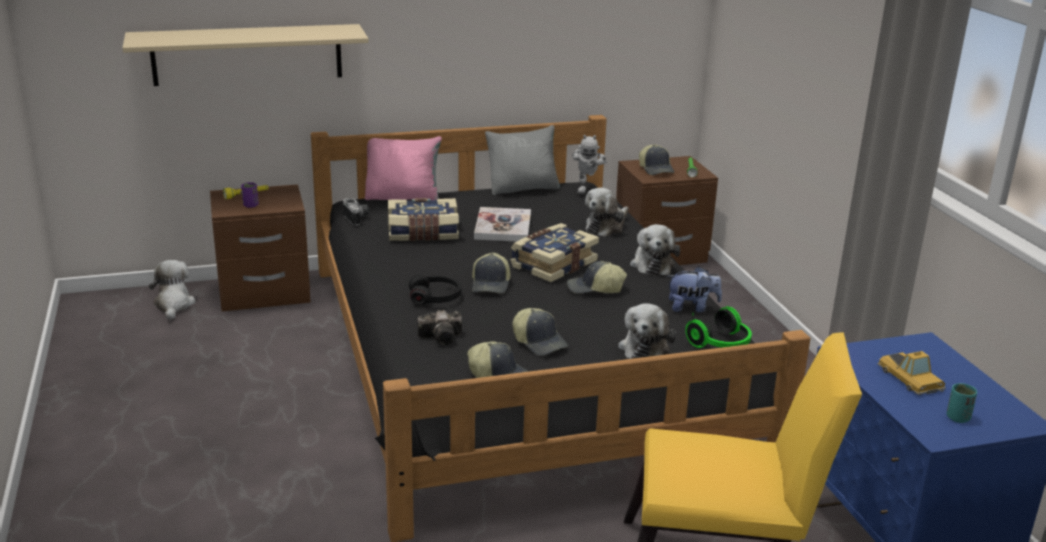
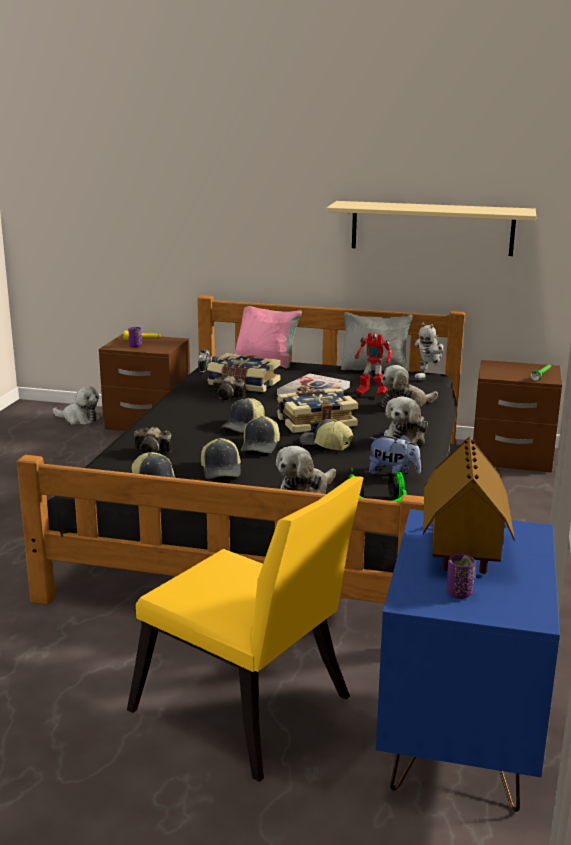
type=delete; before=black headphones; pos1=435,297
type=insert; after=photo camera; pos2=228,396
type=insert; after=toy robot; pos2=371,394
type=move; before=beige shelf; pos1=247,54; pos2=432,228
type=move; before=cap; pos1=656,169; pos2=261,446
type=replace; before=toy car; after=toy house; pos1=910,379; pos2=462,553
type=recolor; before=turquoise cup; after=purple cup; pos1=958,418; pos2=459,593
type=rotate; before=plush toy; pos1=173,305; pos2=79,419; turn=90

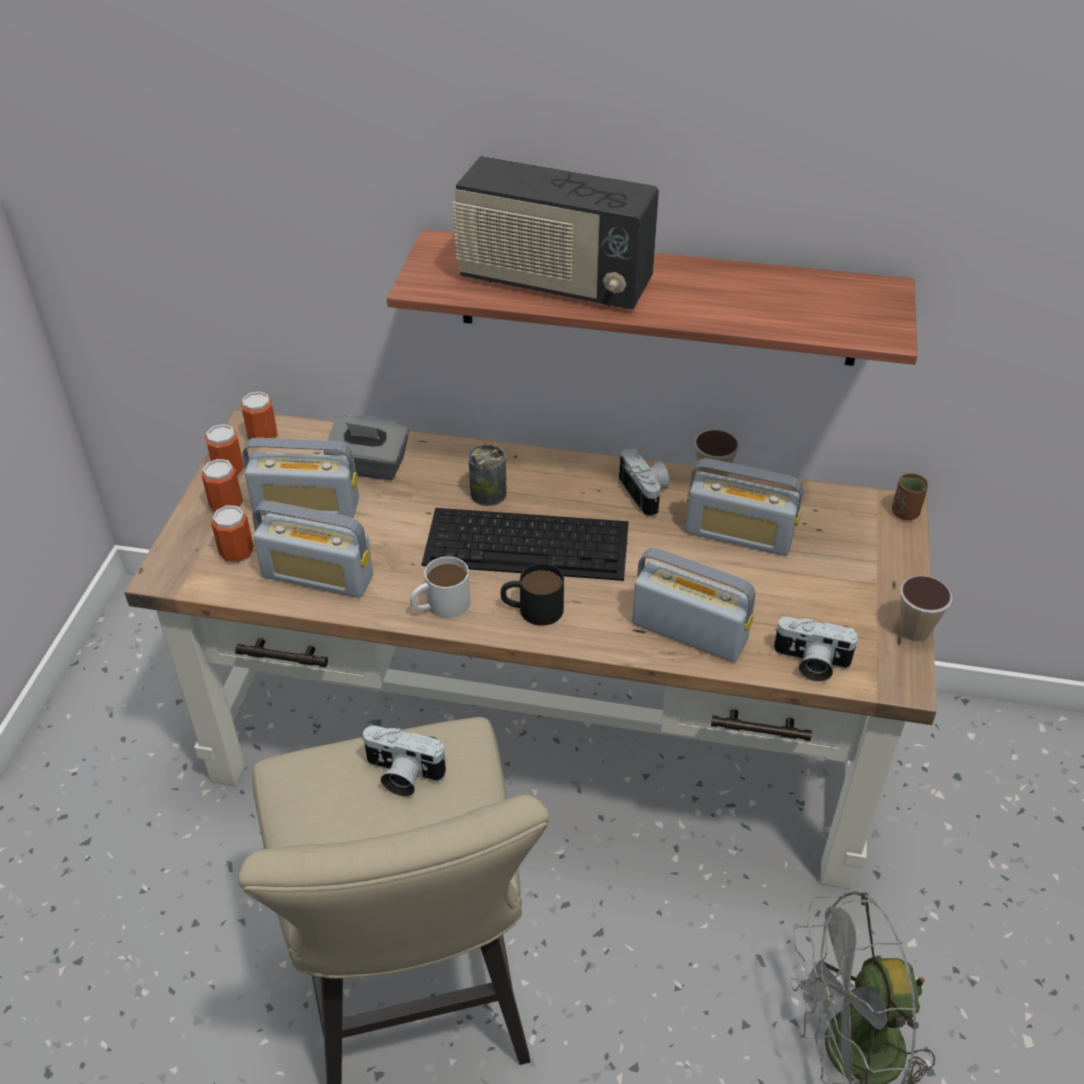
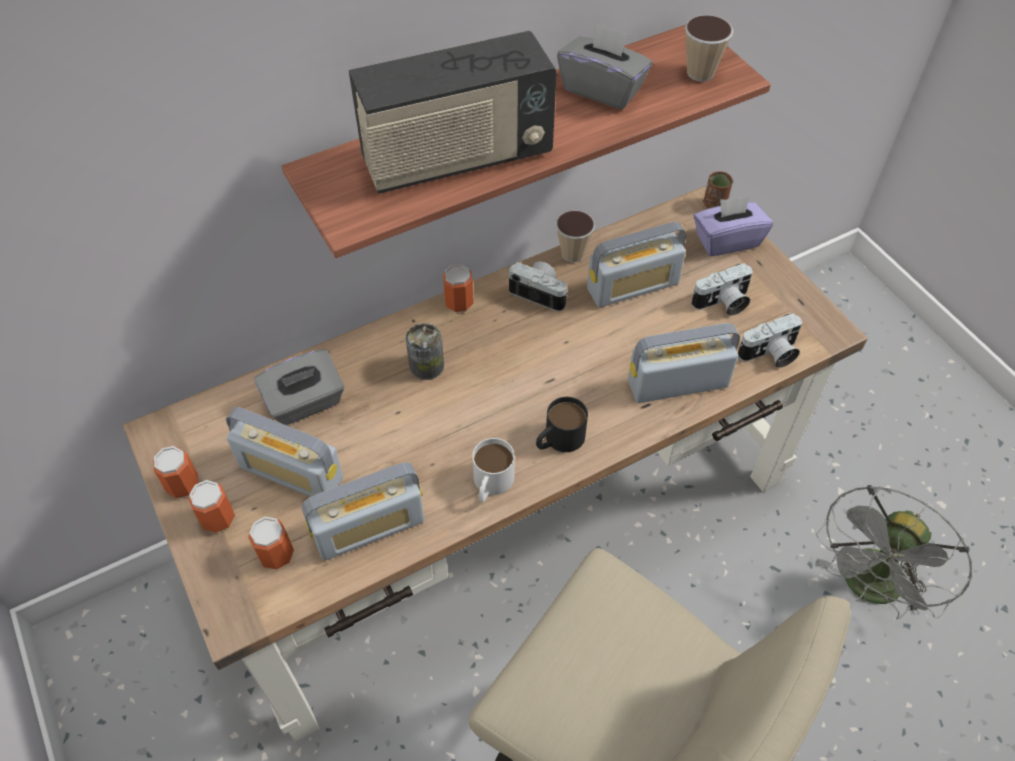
type=delete; before=keyboard; pos1=529,543
type=insert; after=grey tissue box; pos2=602,89
type=insert; after=purple tissue box; pos2=726,240
type=move; before=can; pos1=263,436; pos2=459,303
type=move; before=photo camera; pos1=402,775; pos2=722,303
type=move; before=cup; pos1=914,630; pos2=700,73
type=rotate; before=radio; pos1=307,506; pos2=291,472; turn=60

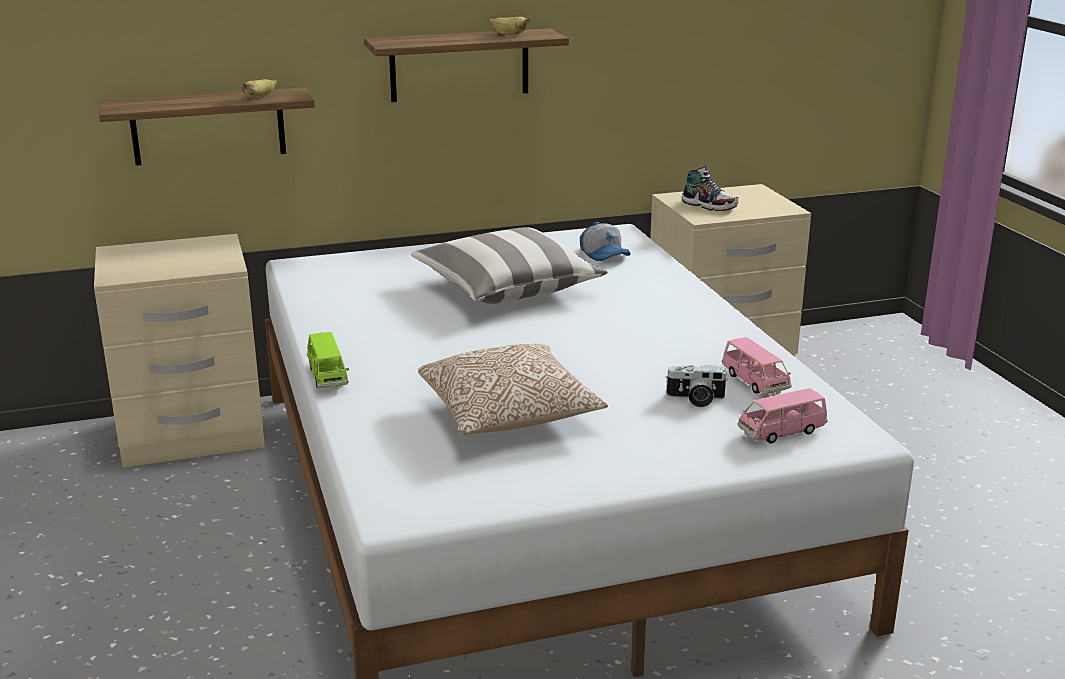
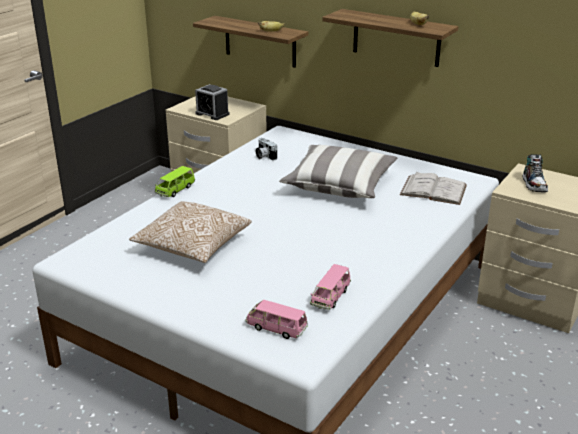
type=insert; after=alarm clock; pos2=212,114
type=move; before=photo camera; pos1=695,399; pos2=264,156
type=replace; before=cap; after=white book; pos1=605,254; pos2=433,190

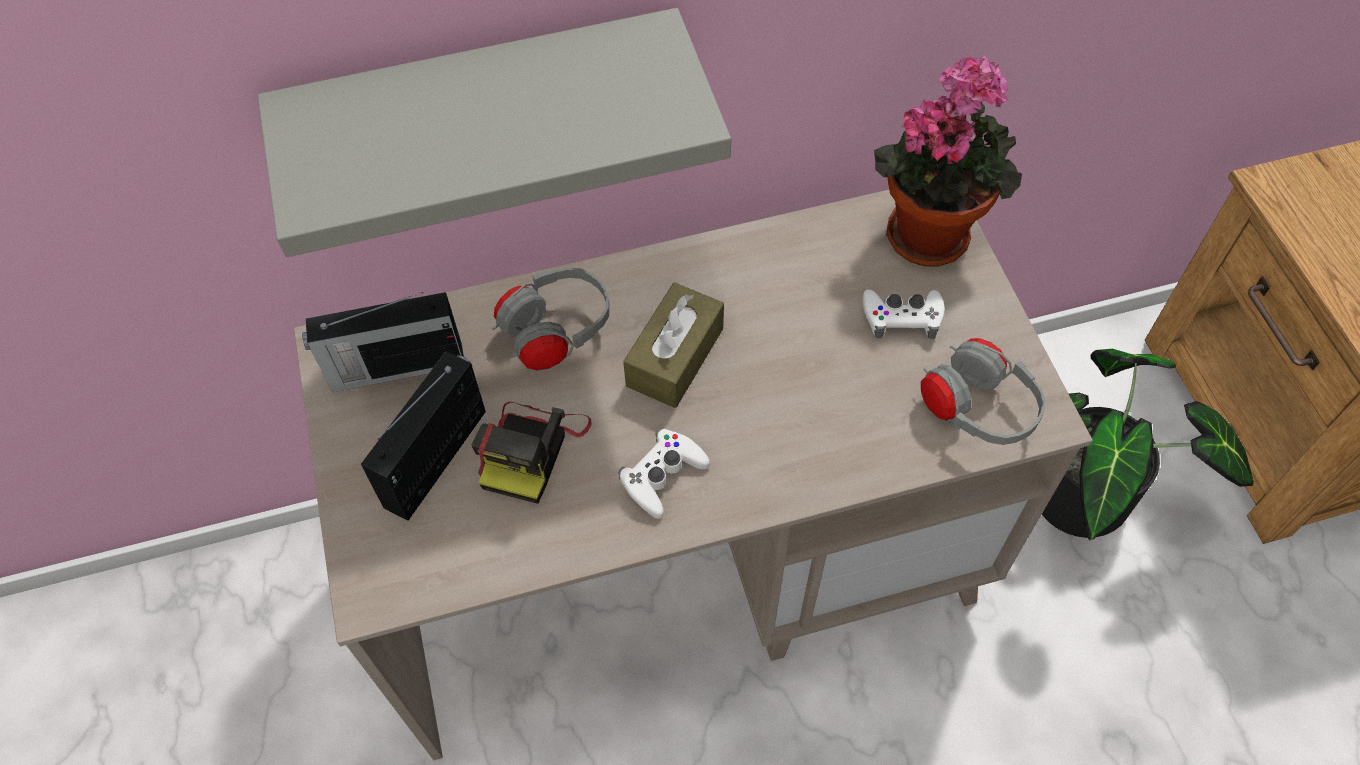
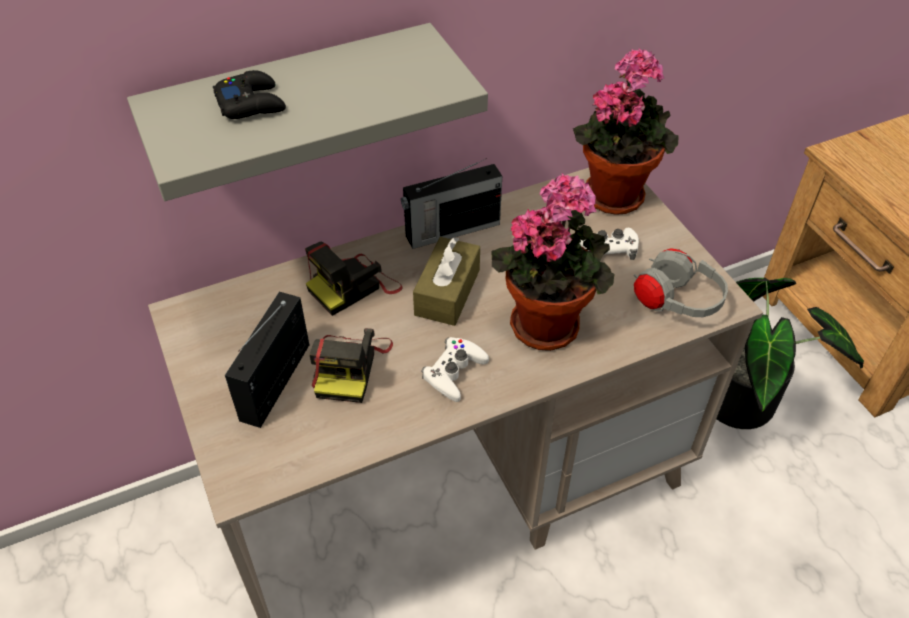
type=insert; after=black game controller; pos2=251,103
type=insert; after=potted plant; pos2=548,321
type=move; before=radio; pos1=395,367; pos2=451,230
type=replace; before=grey headphones; after=photo camera; pos1=556,333; pos2=354,286

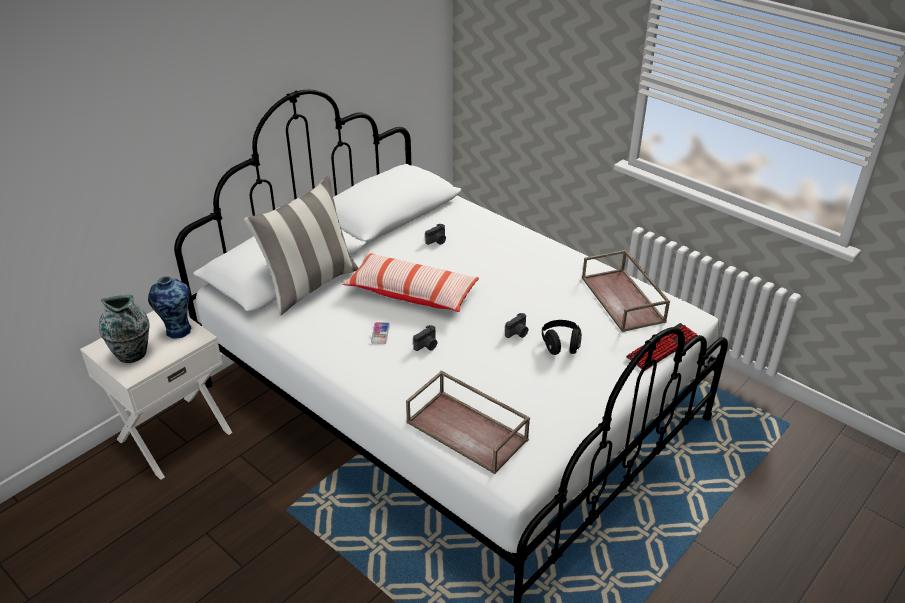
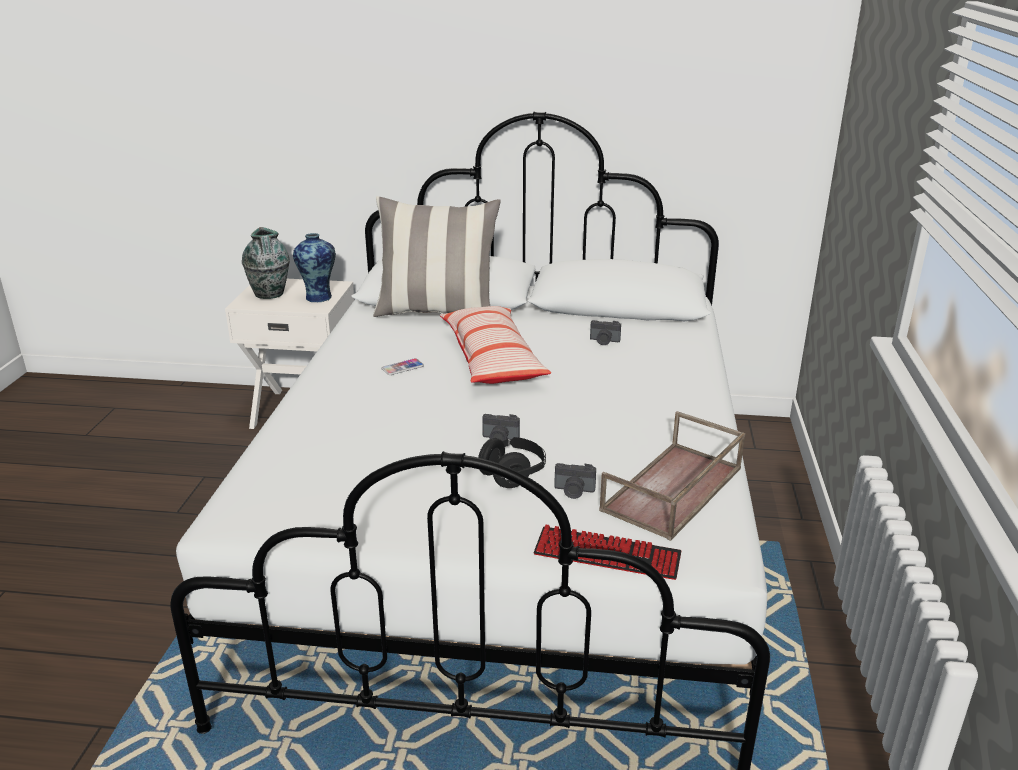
type=delete; before=brown tray; pos1=468,431
type=move; before=photo camera; pos1=427,346; pos2=574,491

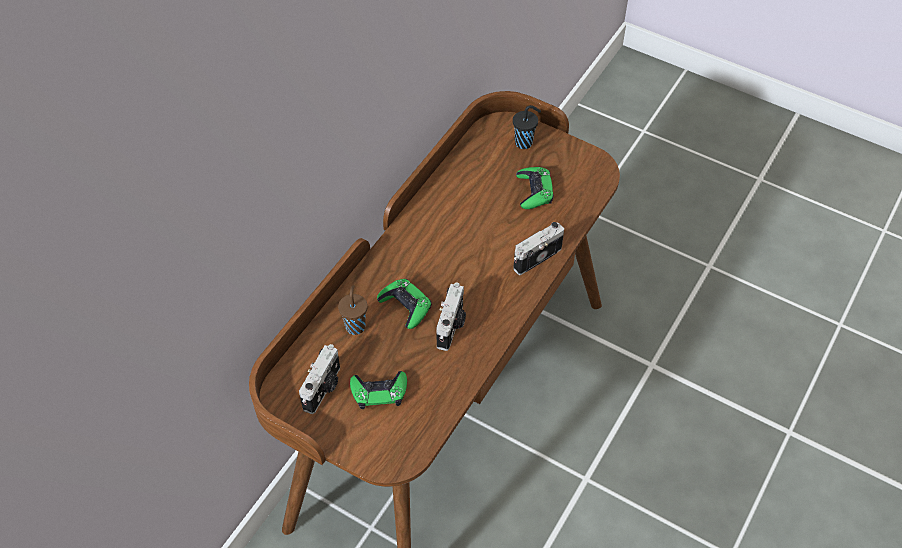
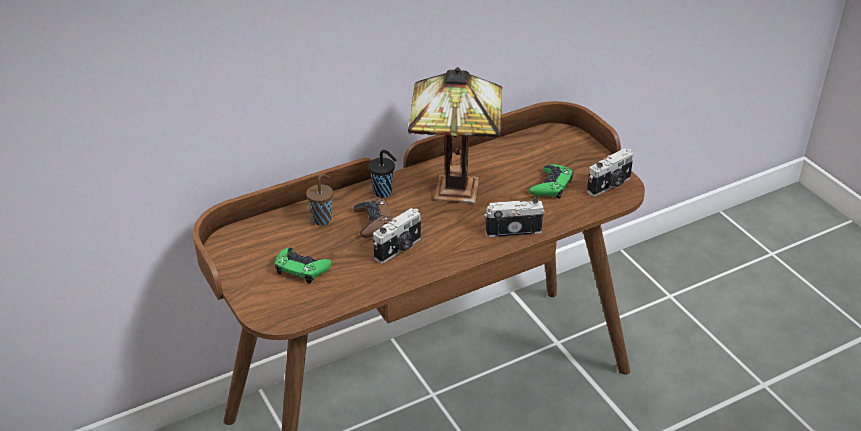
type=insert; after=table lamp; pos2=452,191
type=move; before=photo camera; pos1=323,388; pos2=610,185
type=move; before=black cup; pos1=524,143; pos2=383,192
type=recolor; before=green game controller; after=brown game controller; pos1=405,306; pos2=373,222

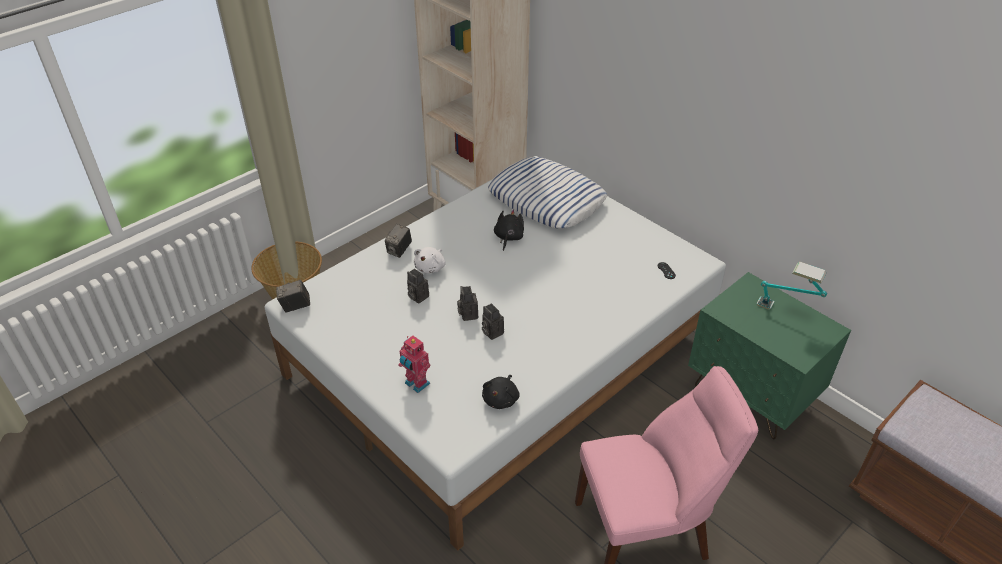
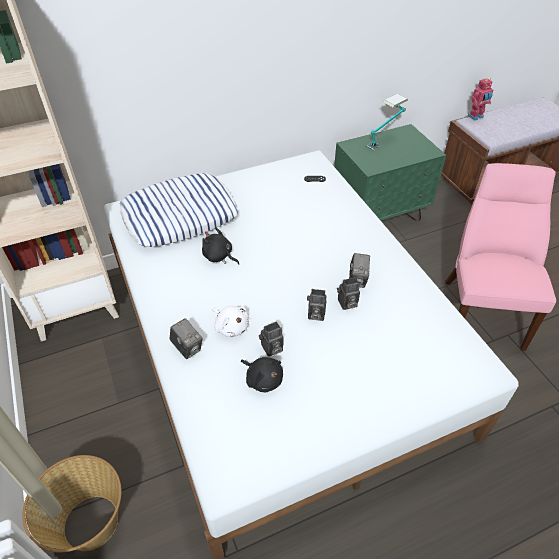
type=move; before=photo camera; pos1=295,306; pos2=357,280
type=move; before=toy robot; pos1=416,384; pos2=476,117
type=move; before=black plush toy; pos1=501,399; pos2=263,379

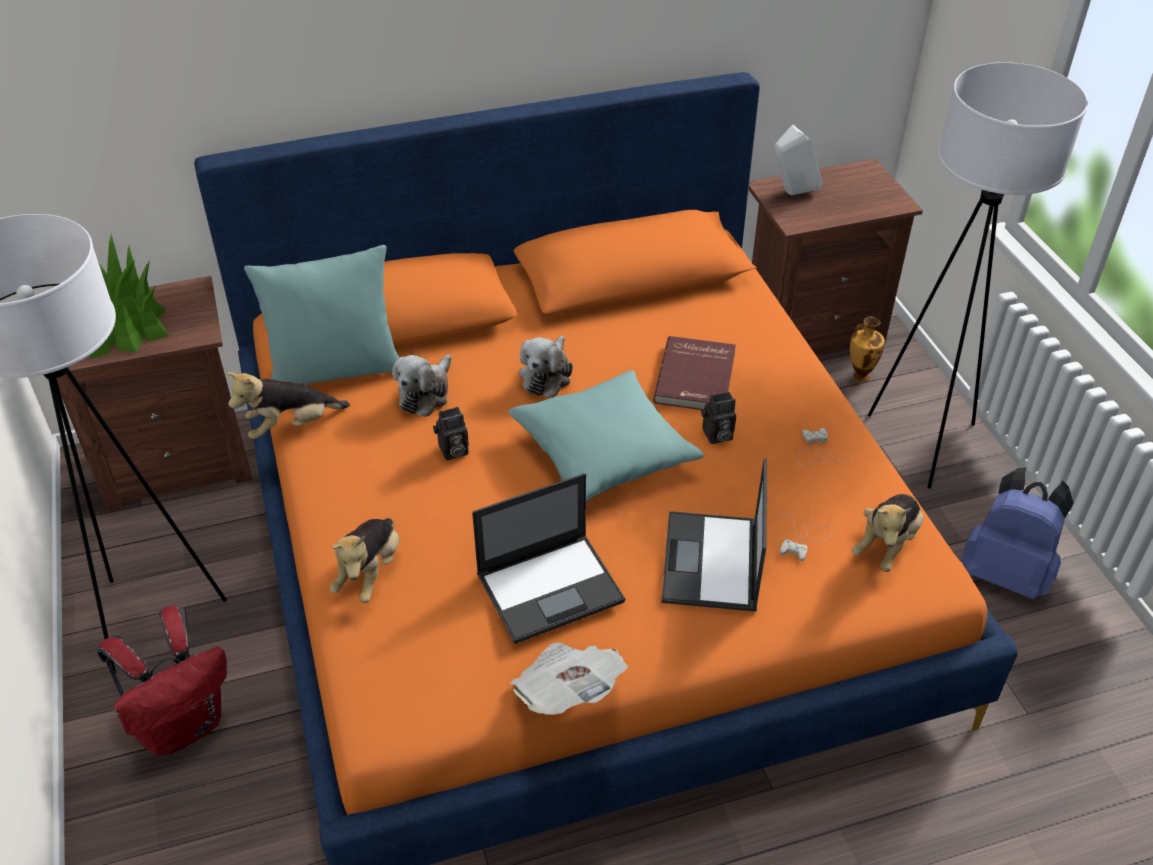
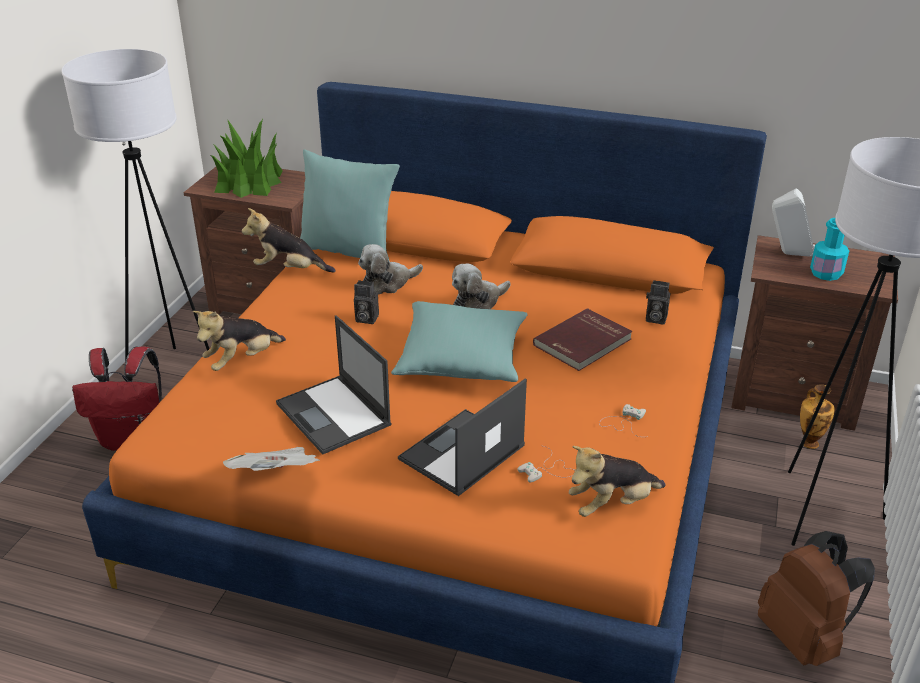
type=insert; after=turquoise bottle; pos2=826,273
type=move; before=photo camera; pos1=716,436; pos2=654,319
type=recolor; before=blue backpack; after=brown backpack; pos1=1006,573; pos2=803,638
type=rotate; before=laptop; pos1=551,587; pos2=334,415; turn=45

